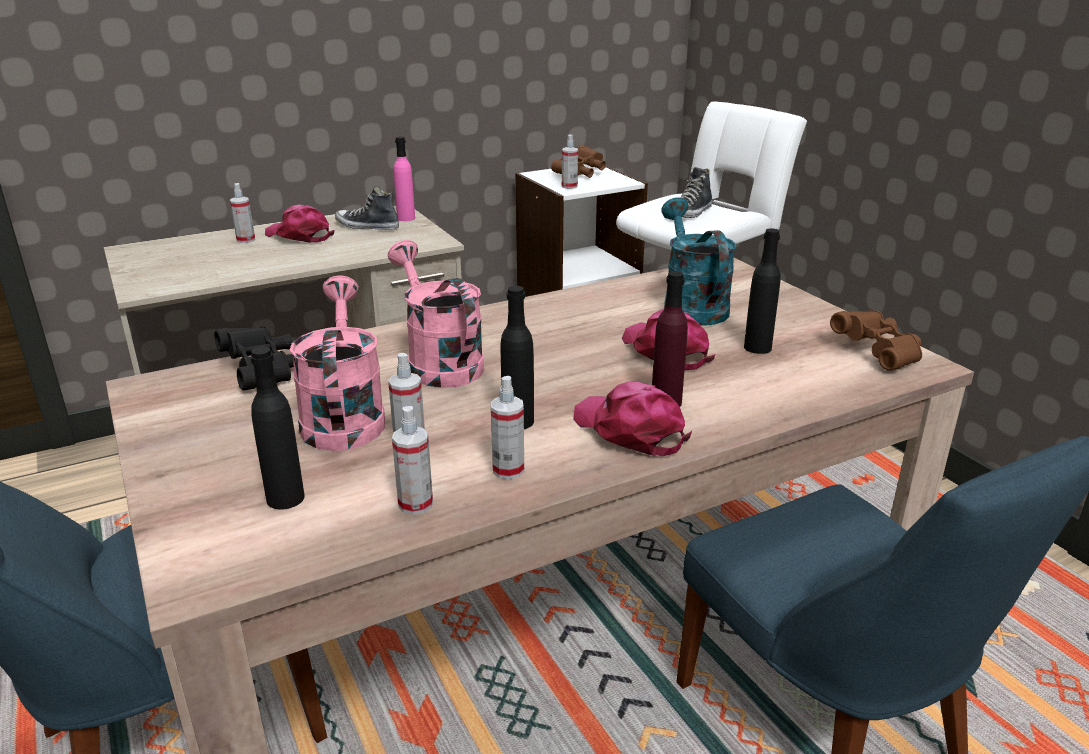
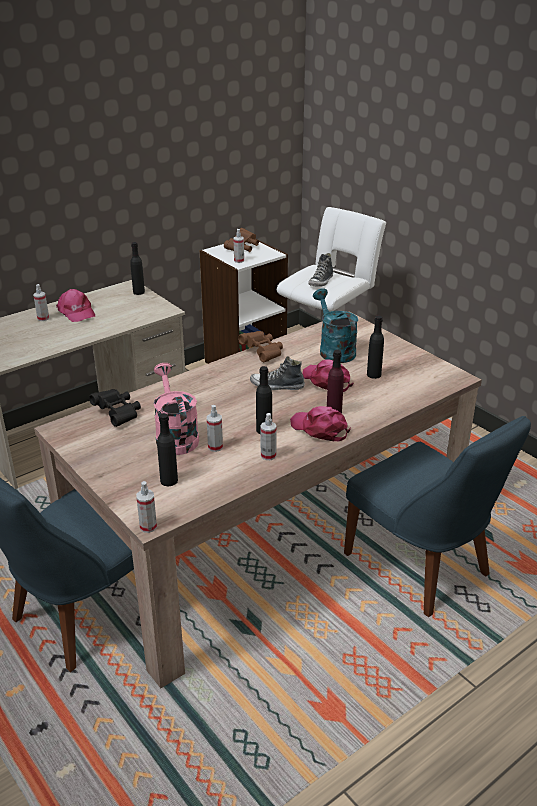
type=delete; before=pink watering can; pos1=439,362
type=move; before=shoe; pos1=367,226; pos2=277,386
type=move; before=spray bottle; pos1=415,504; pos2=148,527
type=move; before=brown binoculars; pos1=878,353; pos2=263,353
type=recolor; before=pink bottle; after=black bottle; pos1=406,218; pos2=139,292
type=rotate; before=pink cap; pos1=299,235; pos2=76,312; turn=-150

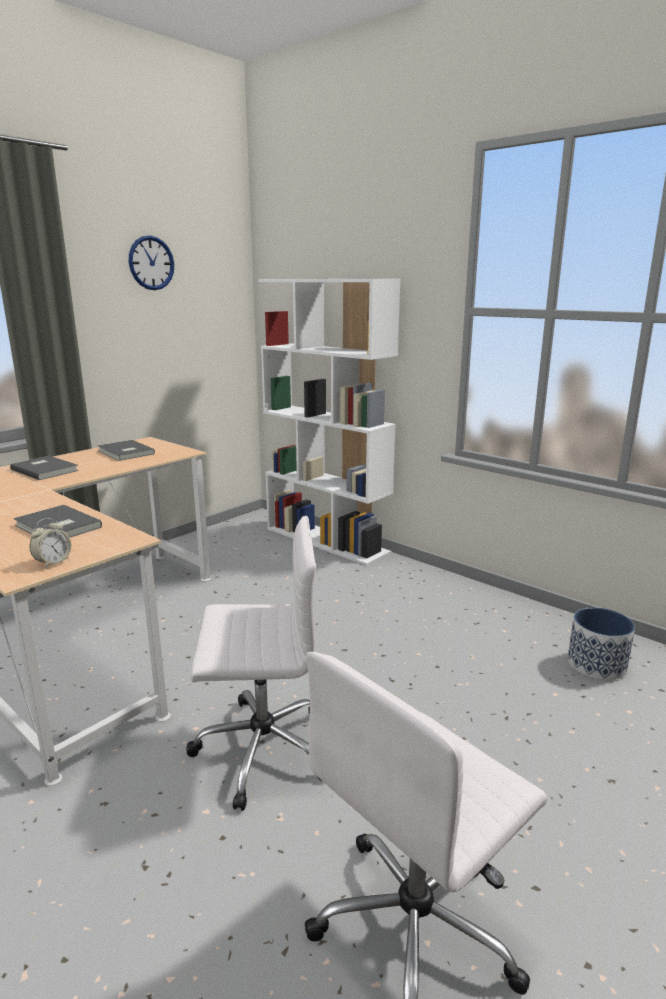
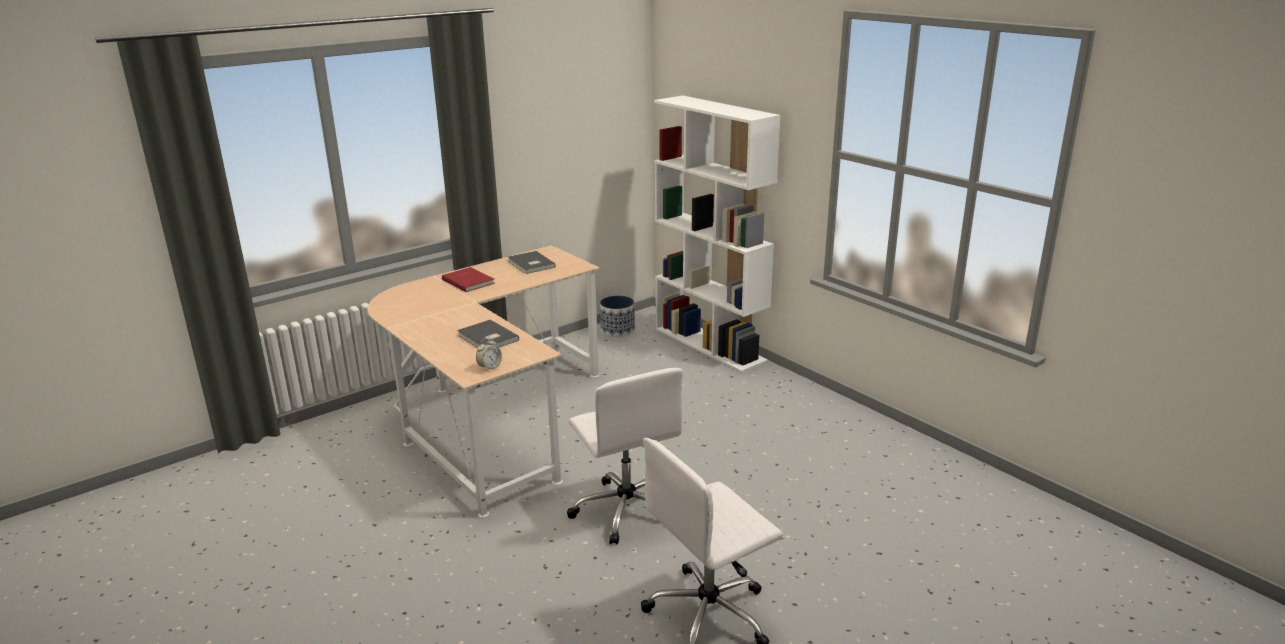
type=delete; before=wall clock; pos1=151,263
type=move; before=planter; pos1=596,665; pos2=617,330
type=recolor; before=grey book; after=red book; pos1=45,469; pos2=469,281
type=rotate; before=white office chair; pos1=260,748; pos2=626,509; turn=60

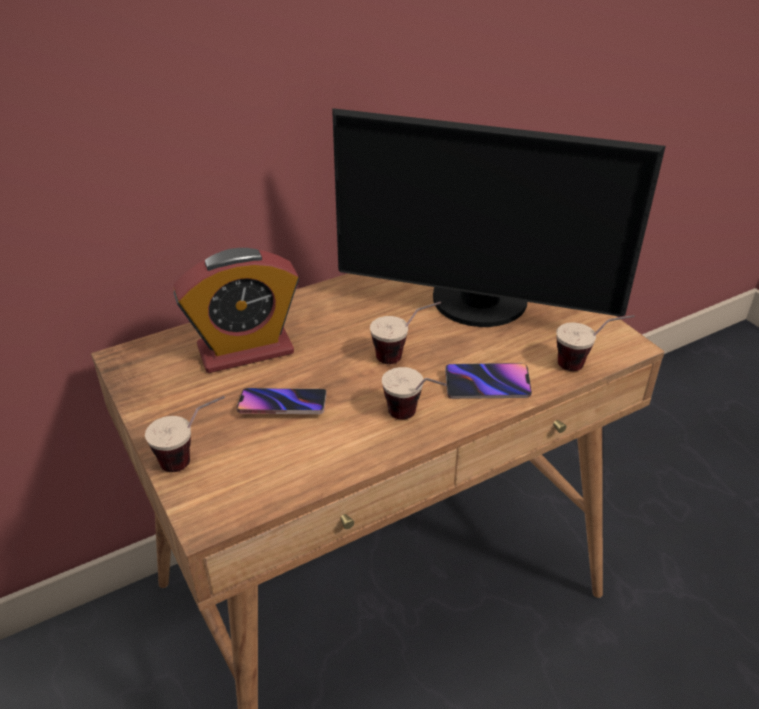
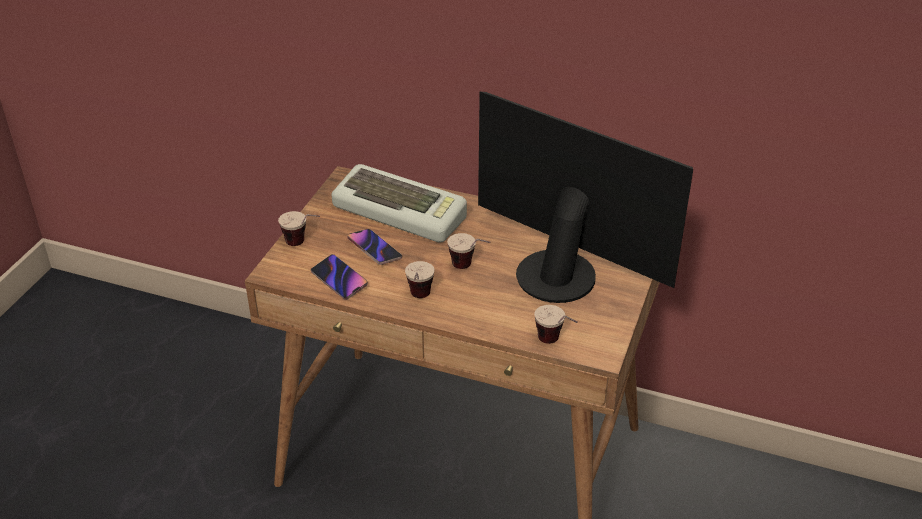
type=move; before=phone; pos1=487,385; pos2=339,279
type=replace; before=alarm clock; after=keyboard; pos1=245,350; pos2=402,211
type=rotate; before=monitor; pos1=478,305; pos2=560,272; turn=150

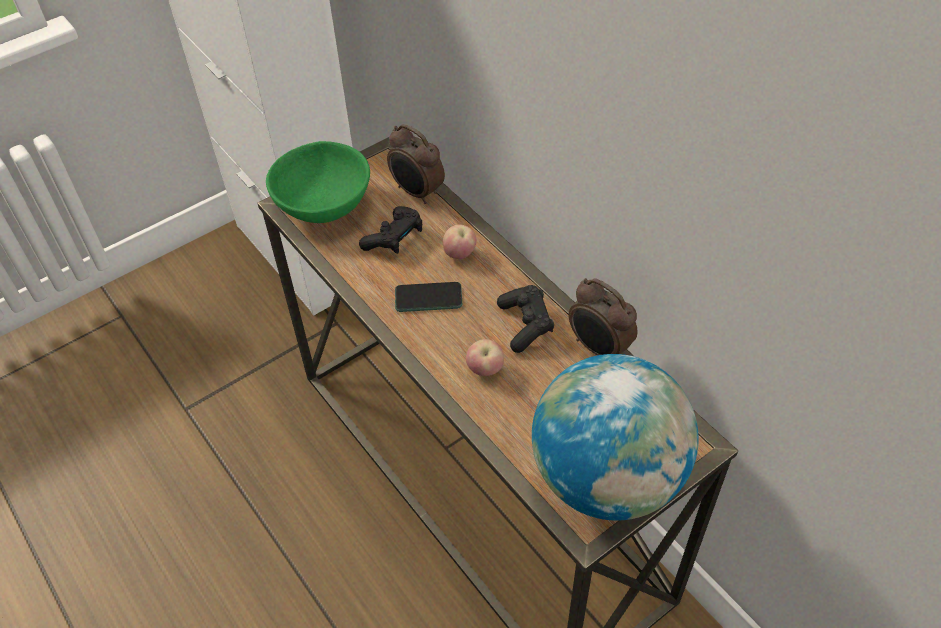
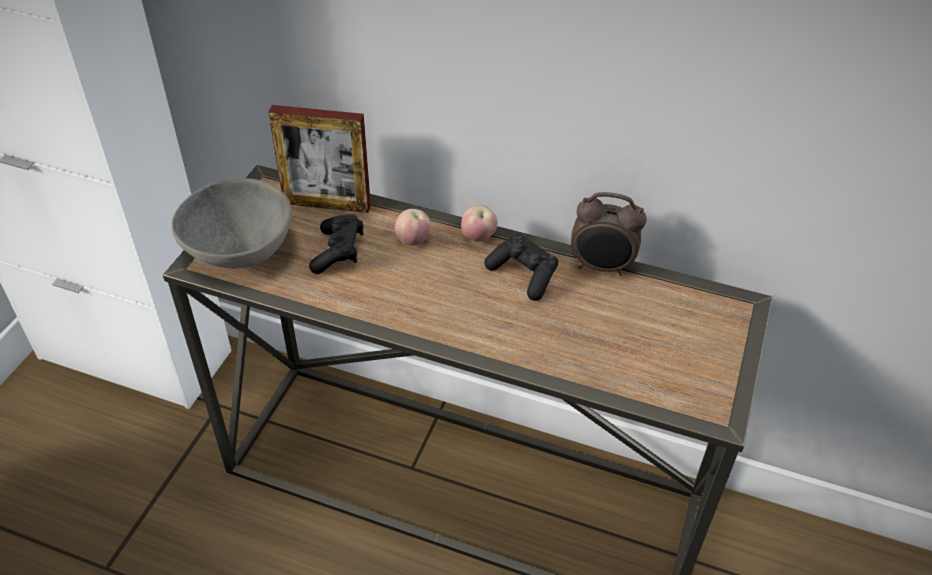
type=delete; before=phone; pos1=428,298
type=delete; before=globe; pos1=607,477
type=move; before=apple; pos1=485,369; pos2=478,237
type=replace; before=alarm clock; after=picture frame; pos1=417,193; pos2=327,204
type=recolor; before=green bowl; after=grey bowl; pos1=322,203; pos2=237,249

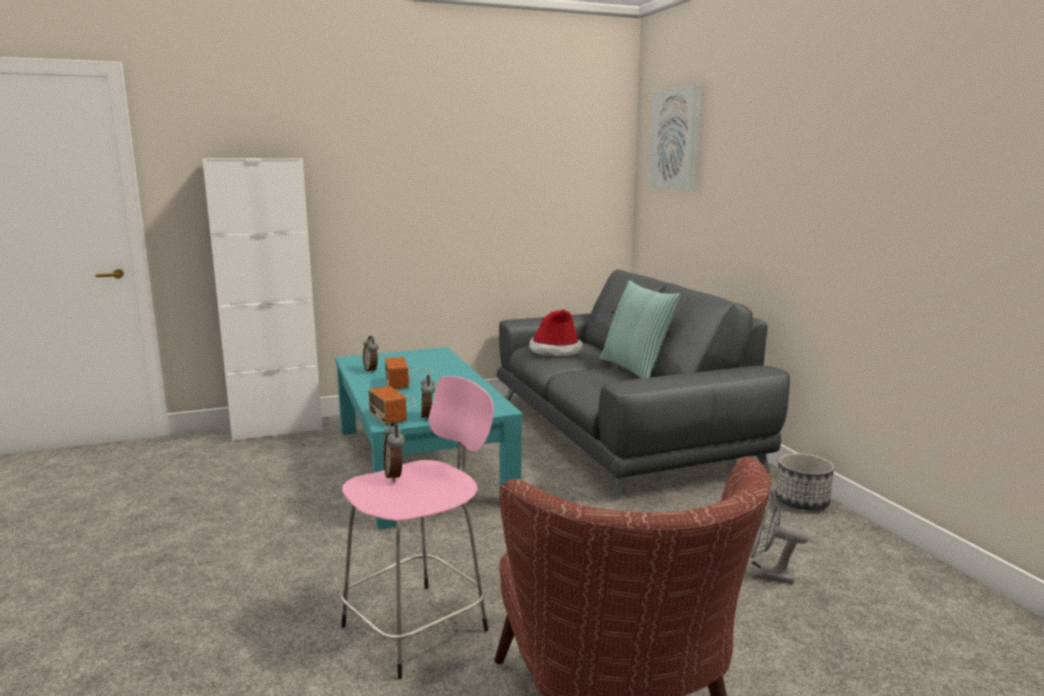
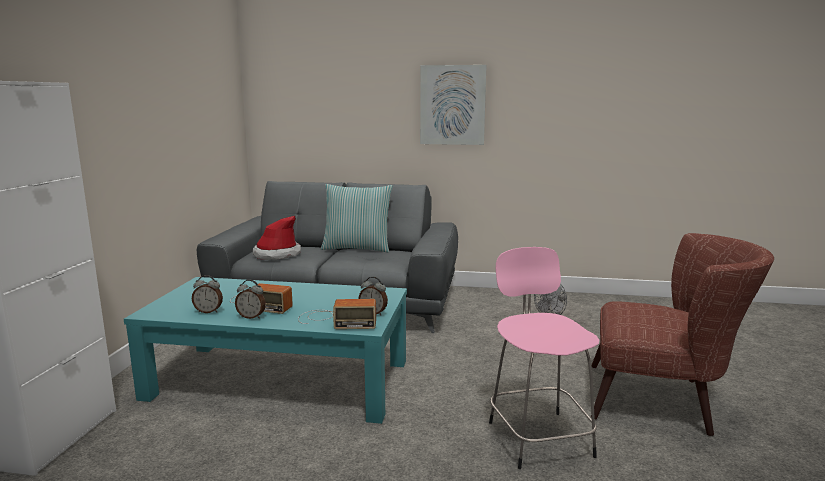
type=delete; before=planter; pos1=802,502
type=move; before=alarm clock; pos1=395,476; pos2=251,317
type=move; before=picture; pos1=675,139; pos2=452,105

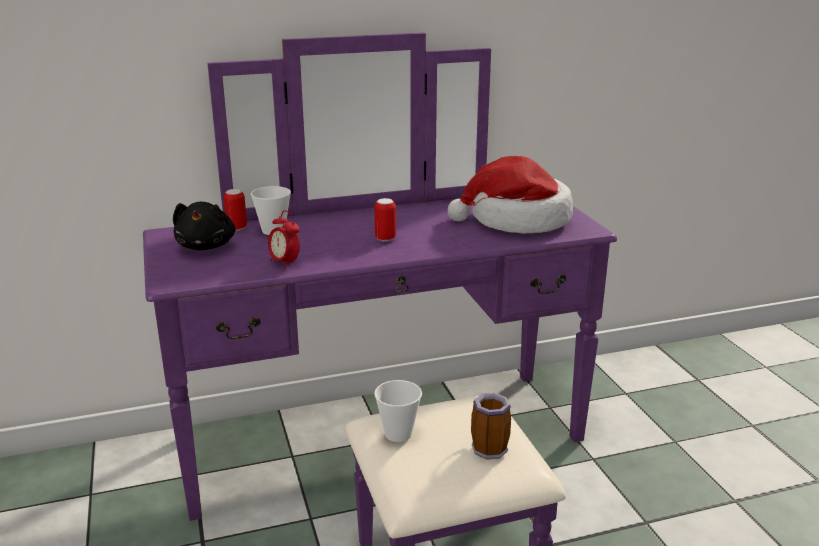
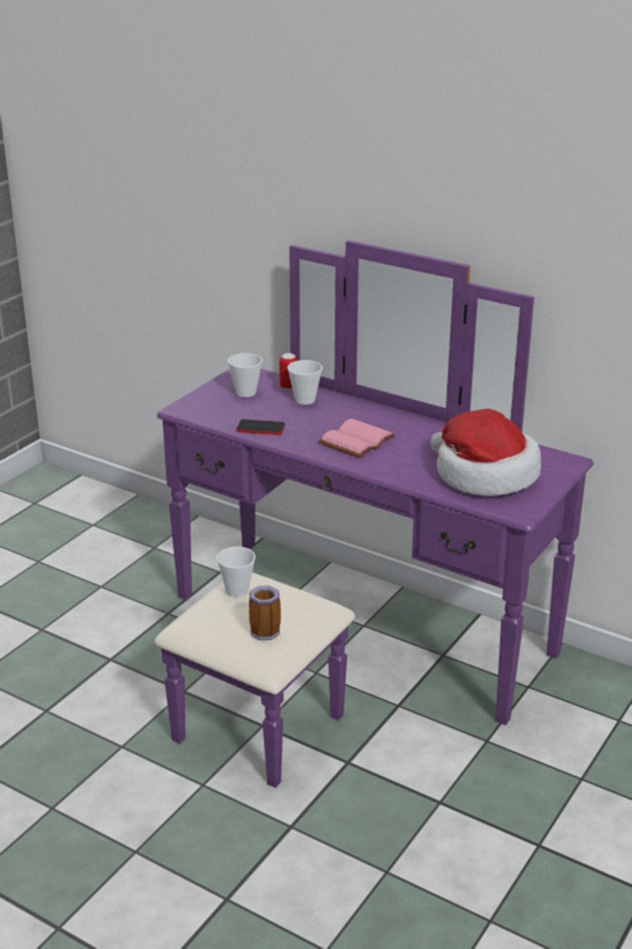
type=replace; before=black plush toy; after=cup; pos1=207,246; pos2=246,392
type=replace; before=alarm clock; after=phone; pos1=285,263; pos2=260,428
type=replace; before=can; after=pink book; pos1=385,239; pos2=357,441

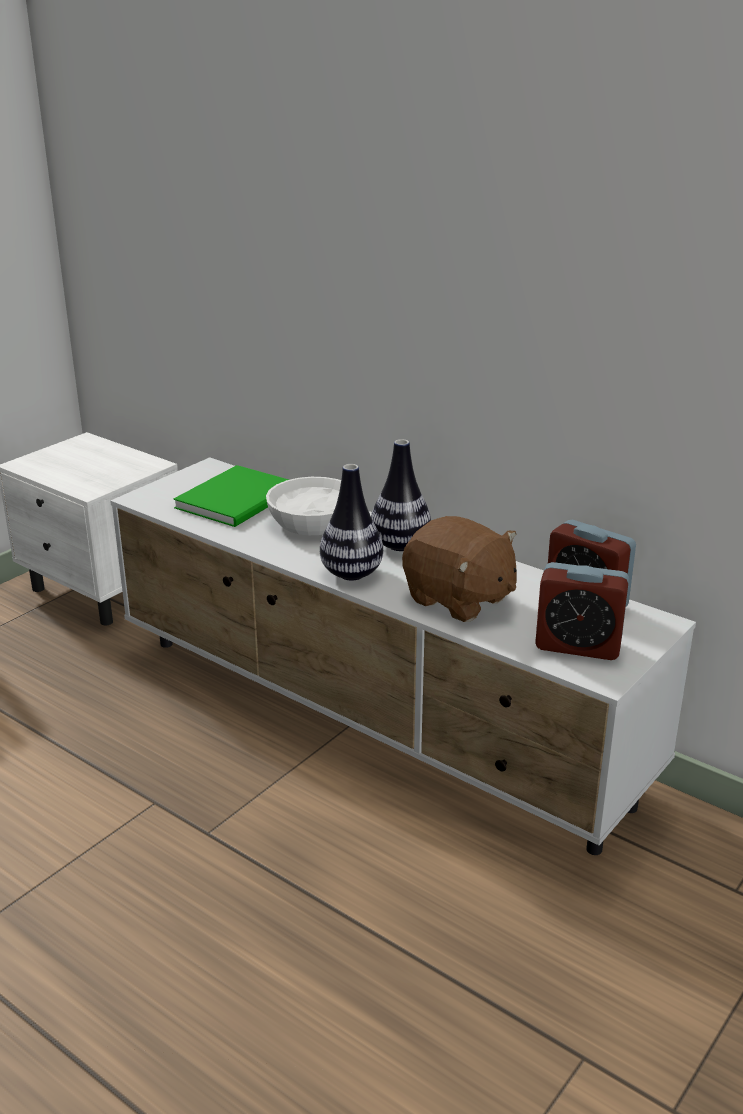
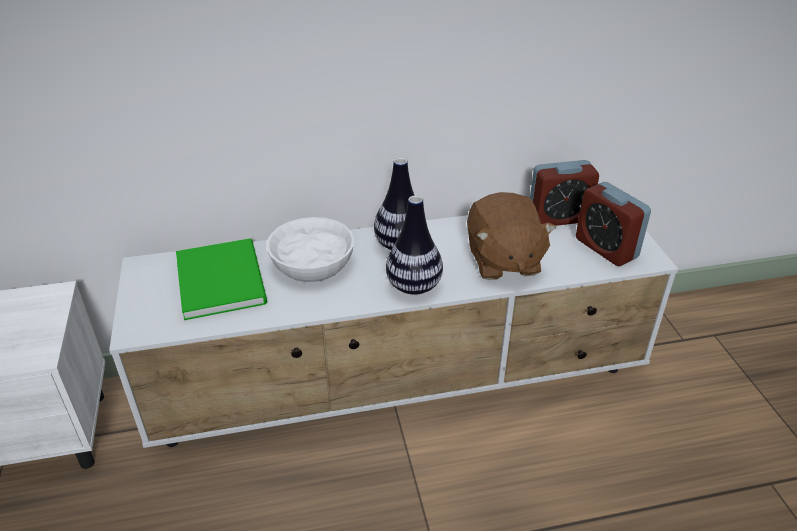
type=rotate; before=brown plush toy; pos1=458,599; pos2=502,261; turn=90
type=rotate; before=alarm clock; pos1=578,646; pos2=606,248; turn=90

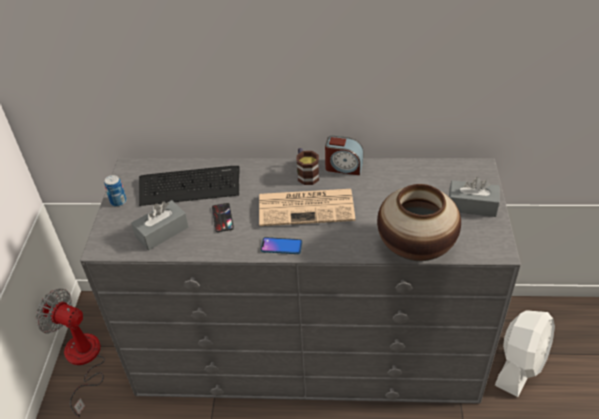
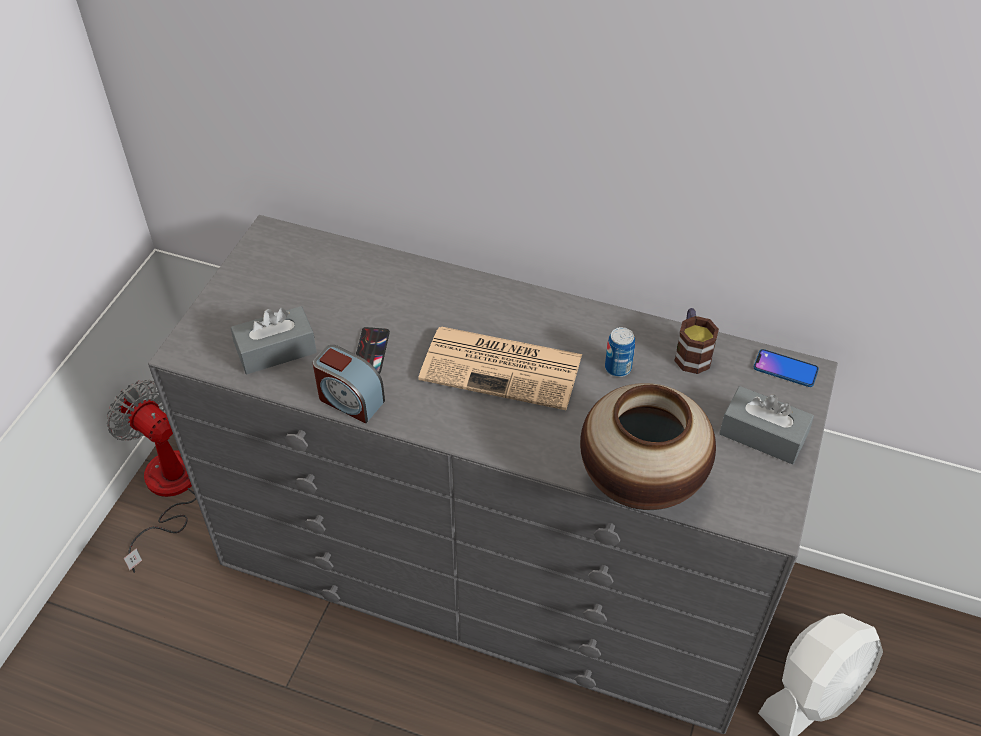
type=delete; before=keyboard; pos1=189,186
type=move; before=can; pos1=118,201; pos2=618,368
type=move; before=phone; pos1=281,246; pos2=785,369
type=move; before=mug; pos1=306,174; pos2=691,352
type=move; before=alarm clock; pos1=343,167; pos2=350,400

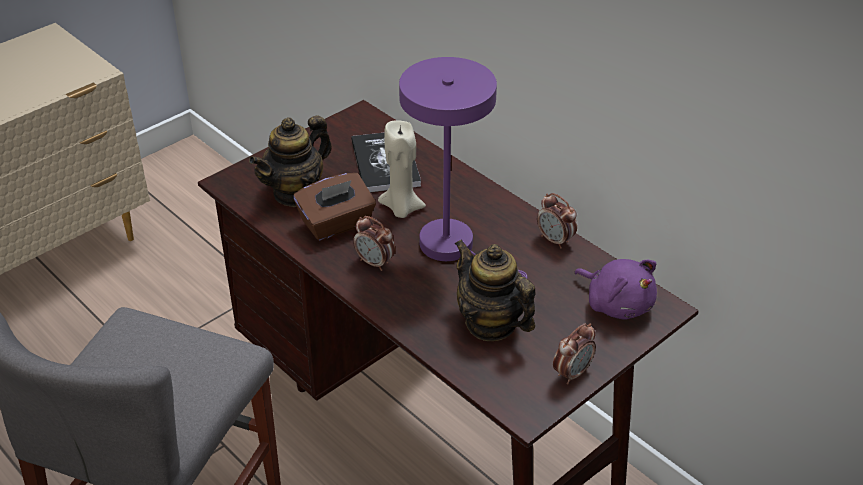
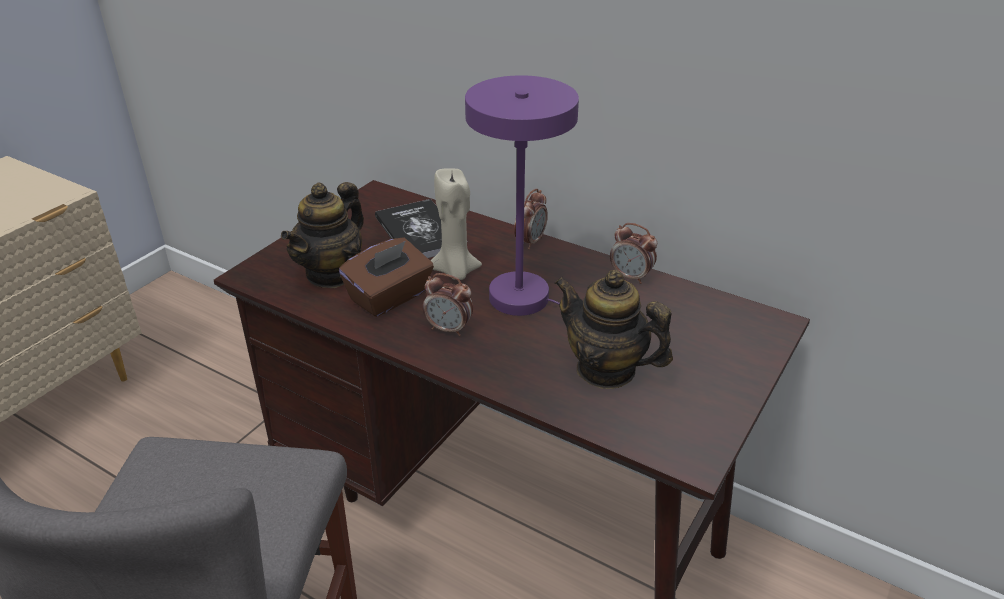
type=delete; before=purple plush toy; pos1=617,303
type=move; before=alarm clock; pos1=572,373; pos2=530,242

